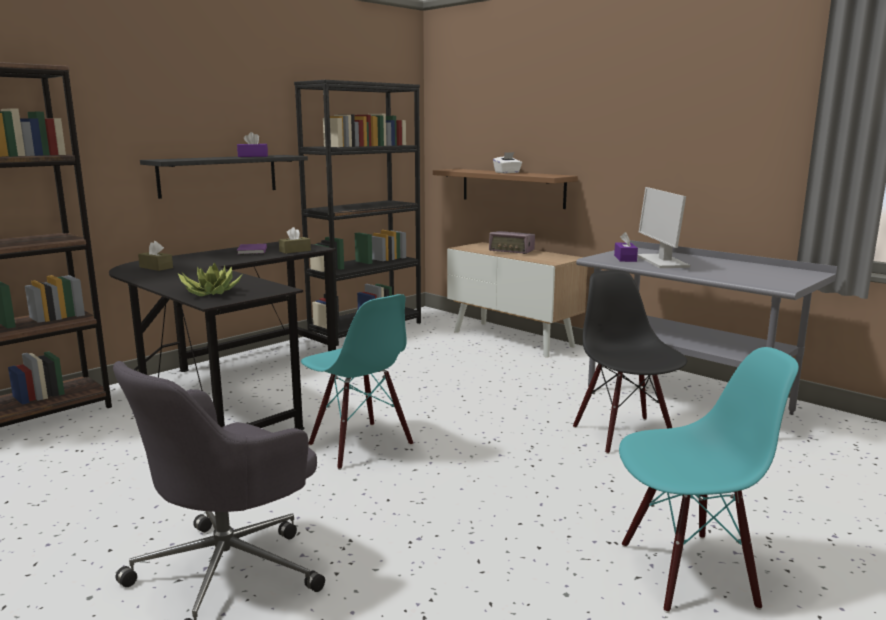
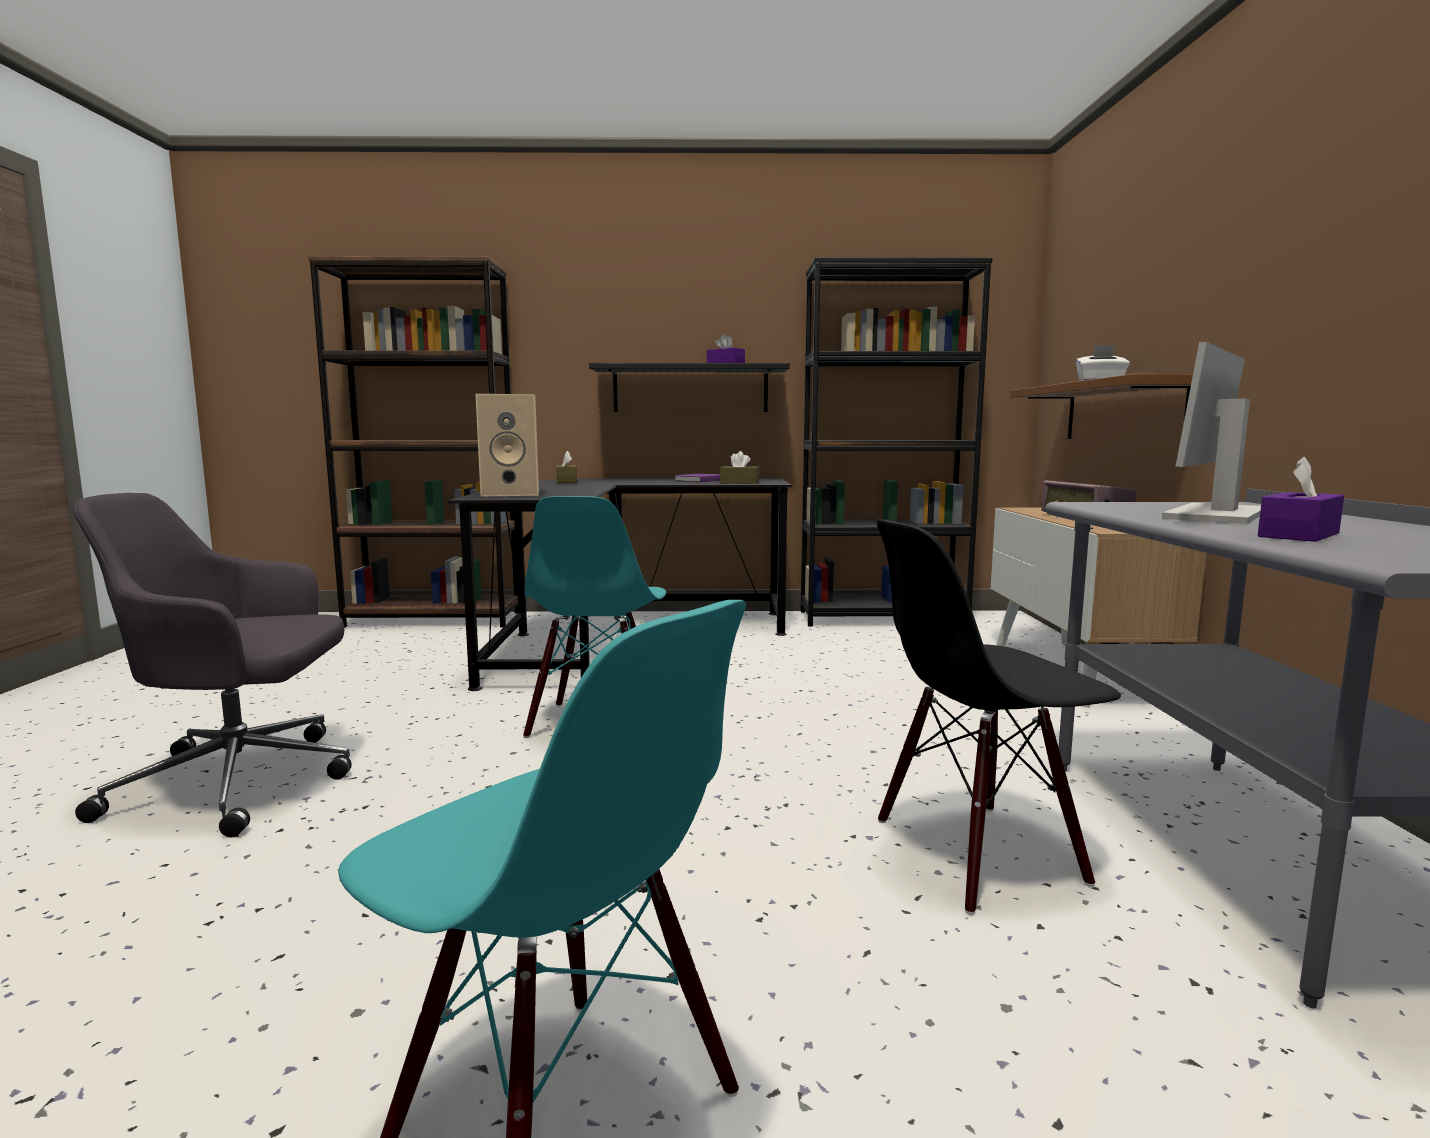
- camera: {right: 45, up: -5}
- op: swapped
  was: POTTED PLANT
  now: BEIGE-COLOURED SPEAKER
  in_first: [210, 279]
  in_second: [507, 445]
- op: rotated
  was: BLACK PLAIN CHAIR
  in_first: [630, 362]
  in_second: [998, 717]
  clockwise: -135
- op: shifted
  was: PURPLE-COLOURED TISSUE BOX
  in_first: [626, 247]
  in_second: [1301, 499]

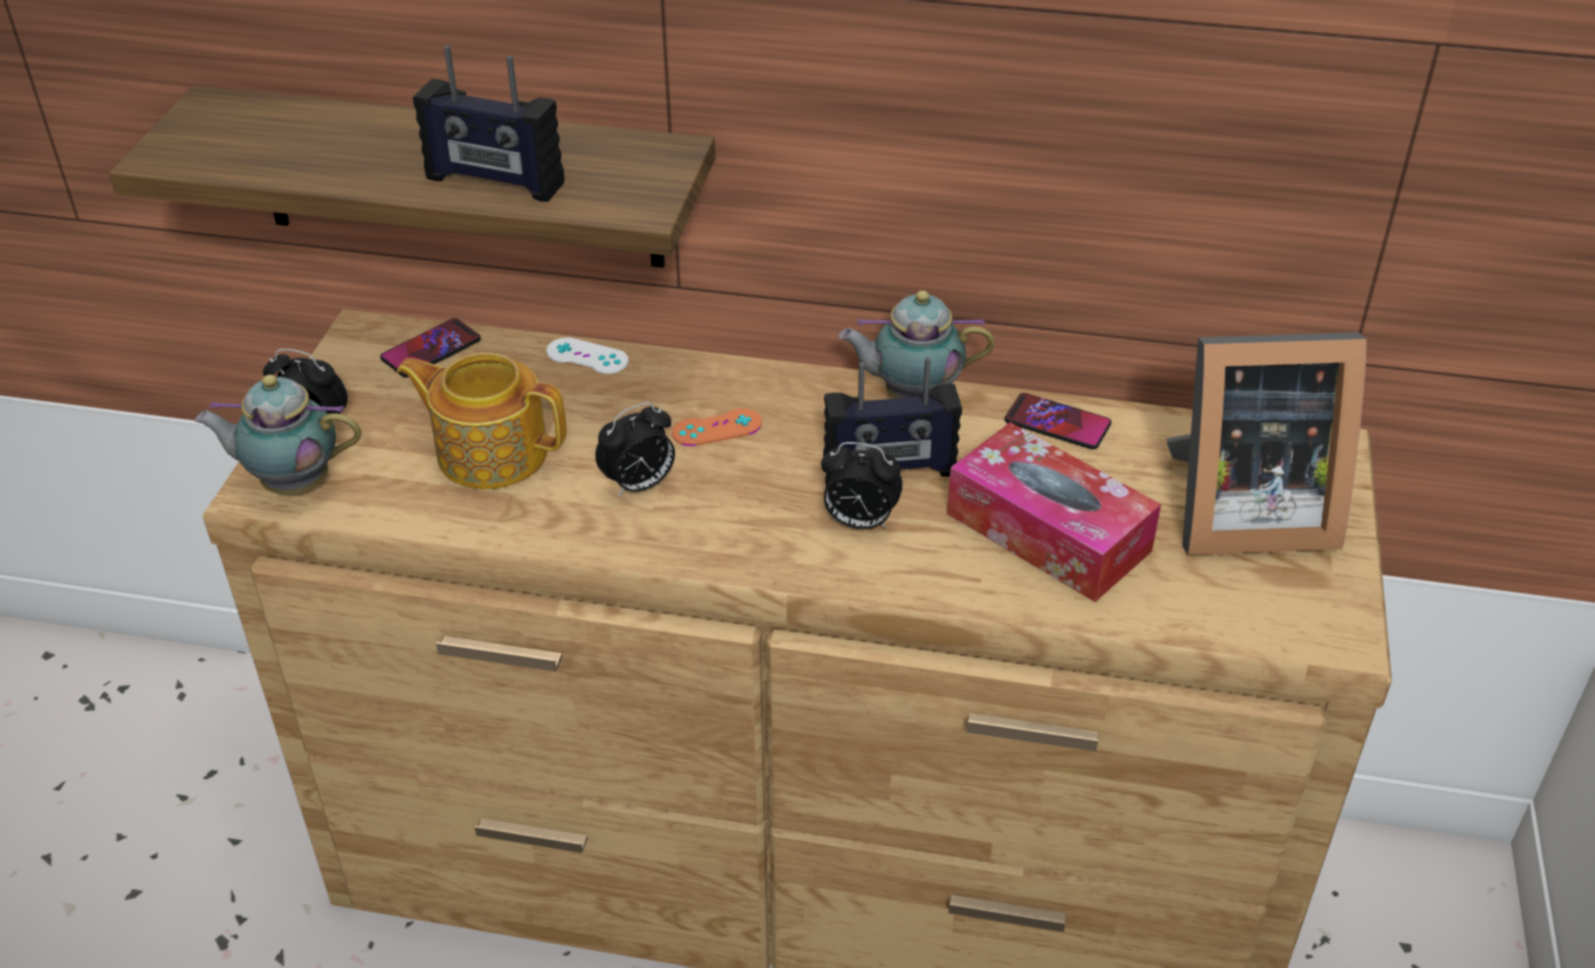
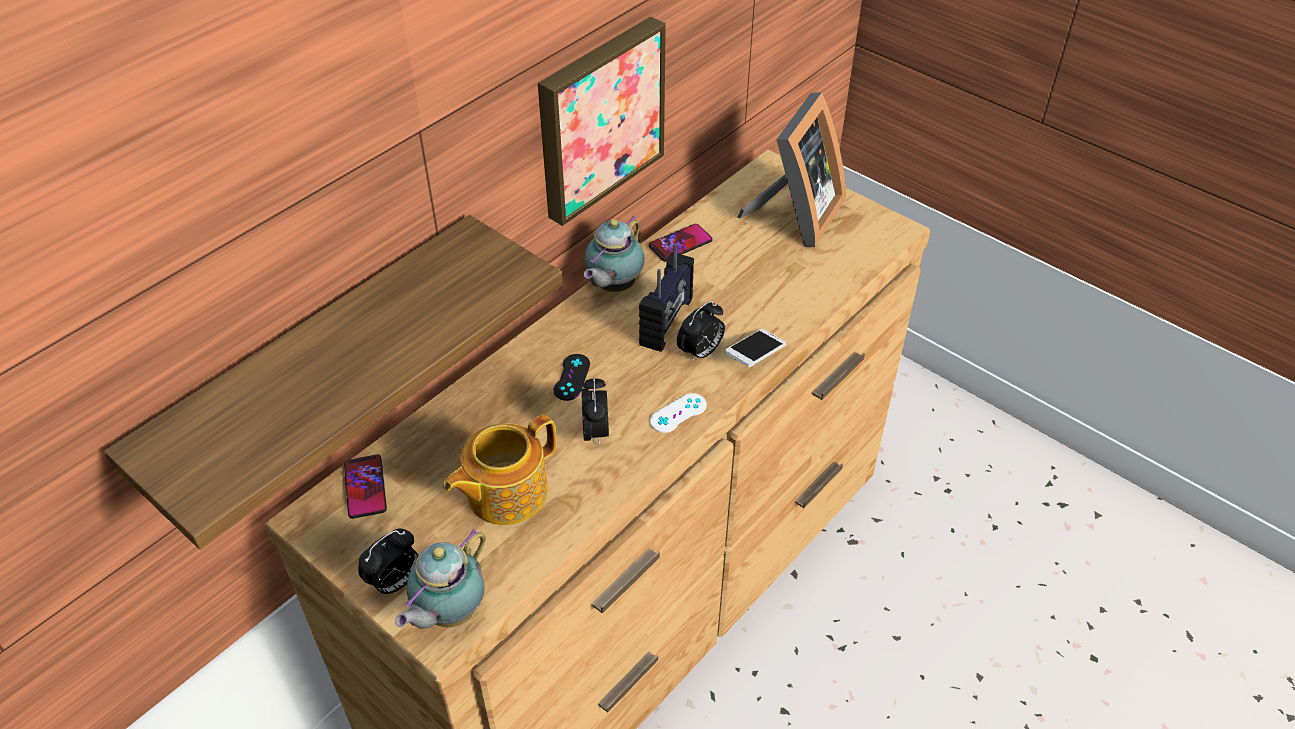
- camera: {right: -60, up: 5}
- op: gone
  was: RADIO SET
  in_first: [488, 123]
- op: shifted
  was: WHITE GAMEPAD
  in_first: [587, 355]
  in_second: [678, 413]
- op: repainted
  was: ORANGEY GAMEPAD
  now: BLACK GAMEPAD
  in_first: [717, 427]
  in_second: [571, 377]
- op: gone
  was: TISSUE BOX
  in_first: [1054, 512]
- op: new
  now: WALL PICTURE
  in_second: [602, 121]
- op: new
  now: HANDSET
  in_second: [755, 348]

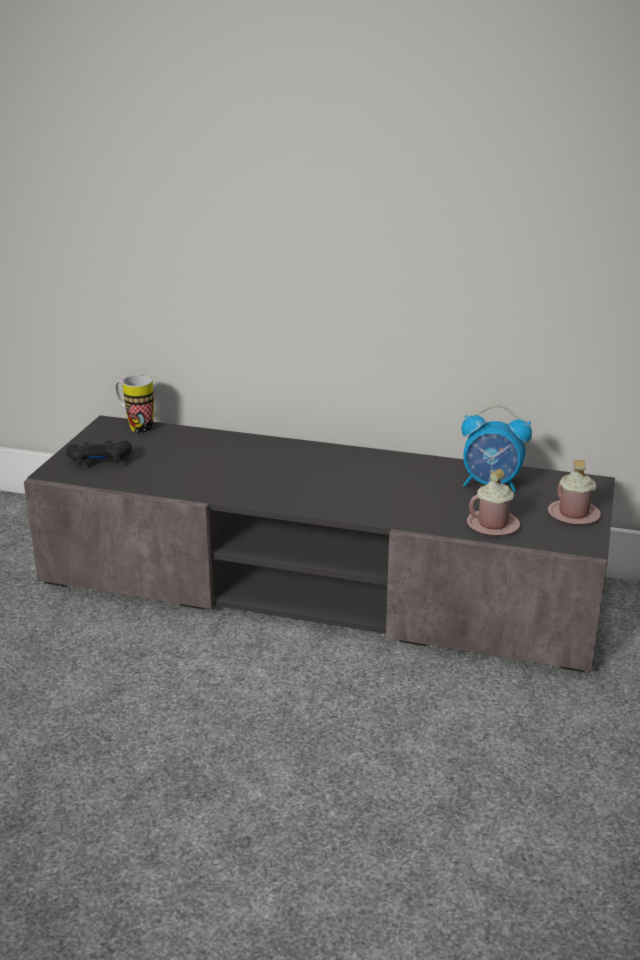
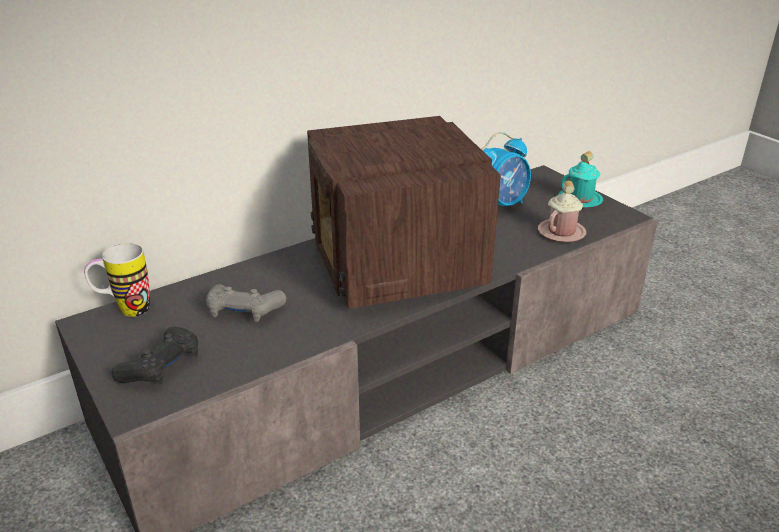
- camera: {right: -50, up: 5}
- op: repainted
  was: PINKISH MUG
  now: TURQUOISE-COLOURED MUG
  in_first: [574, 492]
  in_second: [580, 179]
- op: new
  now: GRAY GAMEPAD
  in_second: [246, 303]
- op: new
  now: RADIO SET
  in_second: [404, 212]

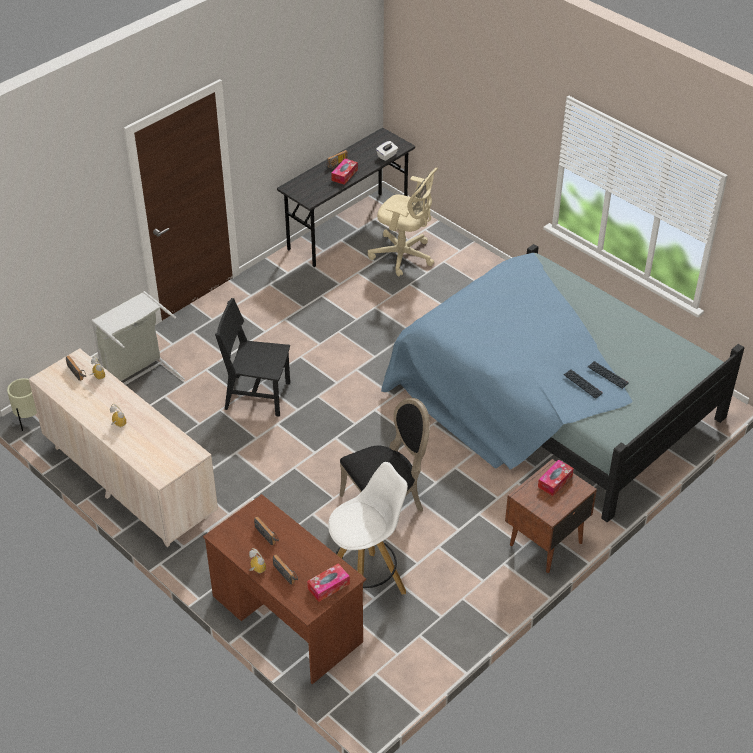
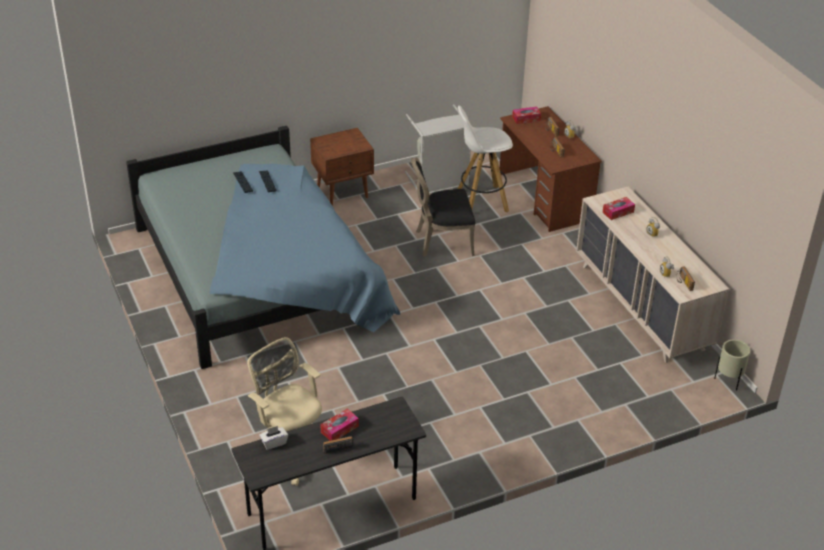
- camera: {right: -160, up: -5}
- op: shifted
  was: GRAY HAMPER
  in_first: [138, 338]
  in_second: [438, 149]
- op: gone
  was: BLACK PLAIN CHAIR
  in_first: [252, 357]
- op: shifted
  was: TISSUE BOX
  in_first: [556, 478]
  in_second: [619, 208]

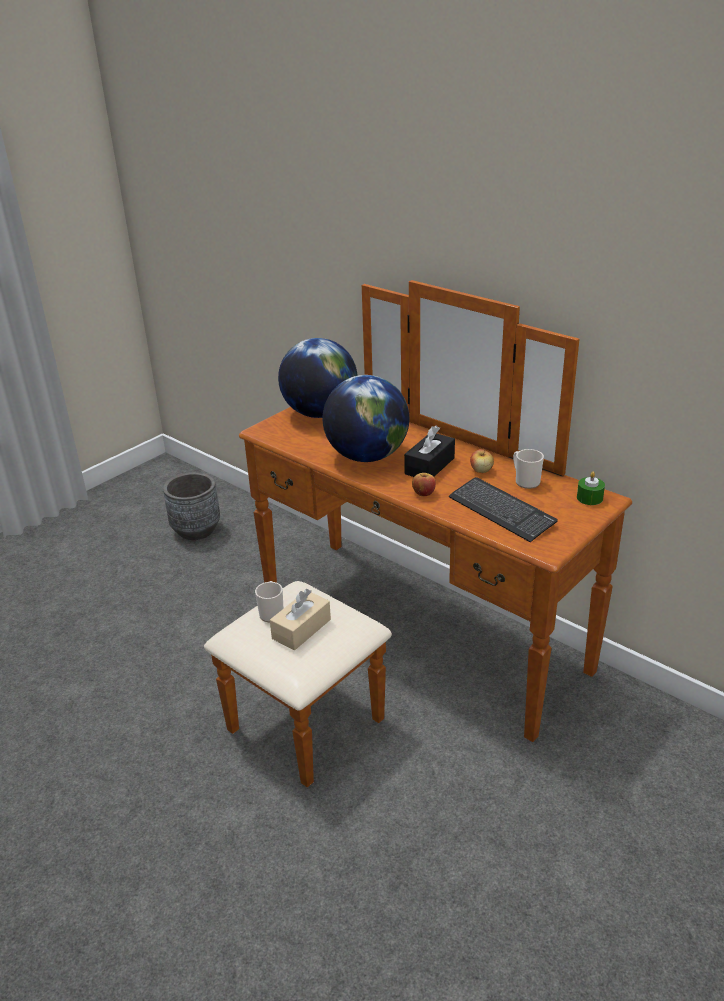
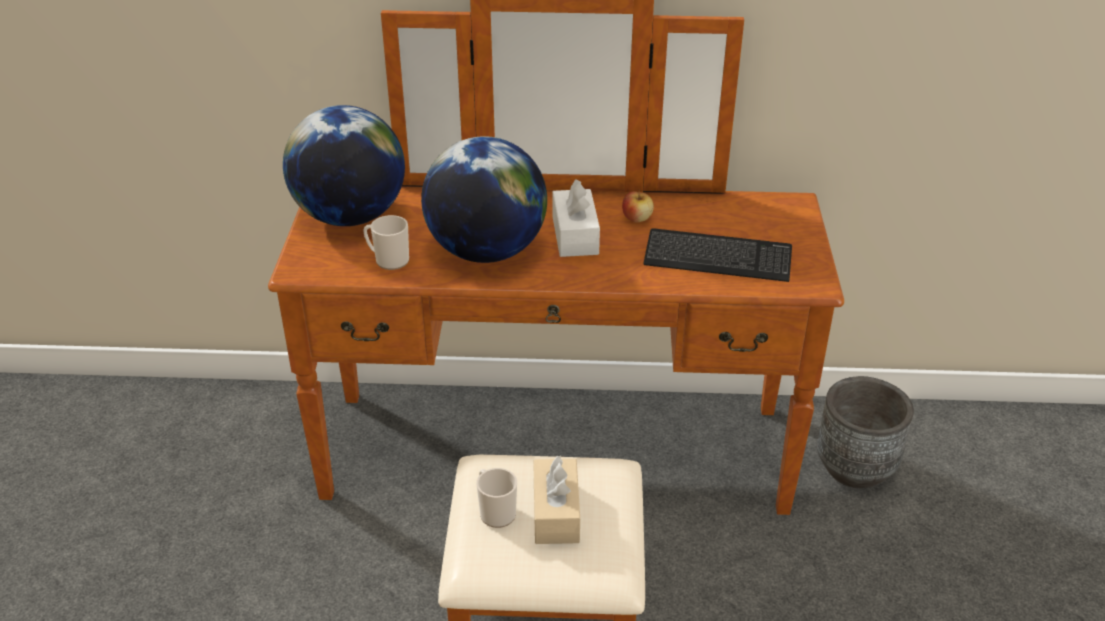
- camera: {right: -40, up: 5}
- op: shifted
  was: GRAY PLANTER
  in_first: [191, 506]
  in_second: [865, 432]
- op: repainted
  was: BLACK TISSUE BOX
  now: WHITE TISSUE BOX
  in_first: [429, 451]
  in_second: [576, 218]
- op: gone
  was: APPLE
  in_first: [424, 484]
- op: shifted
  was: MUG
  in_first: [528, 469]
  in_second: [386, 242]
- op: gone
  was: GREENISH CANDLE
  in_first: [591, 488]

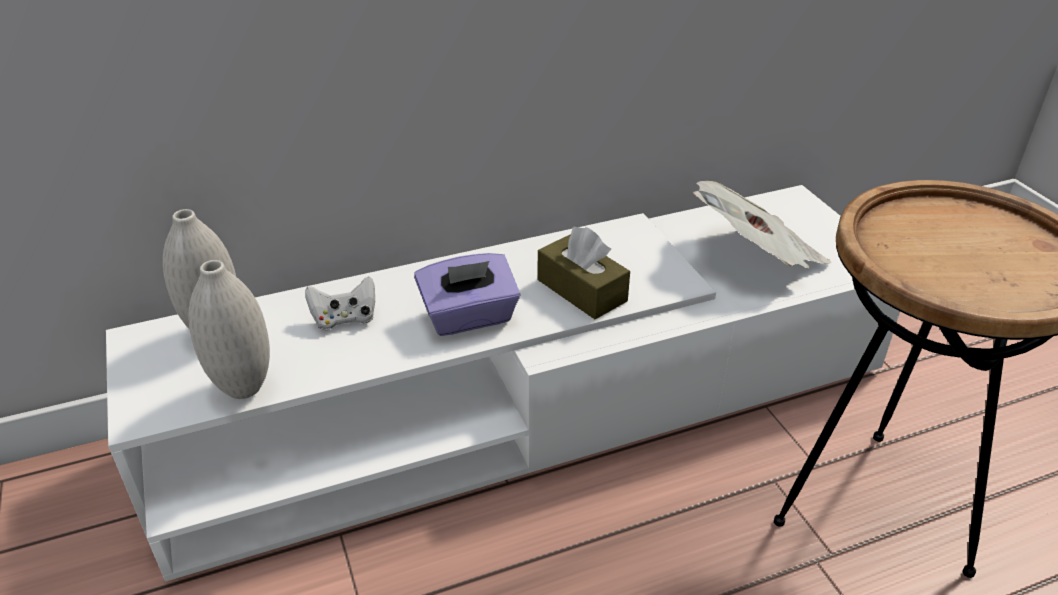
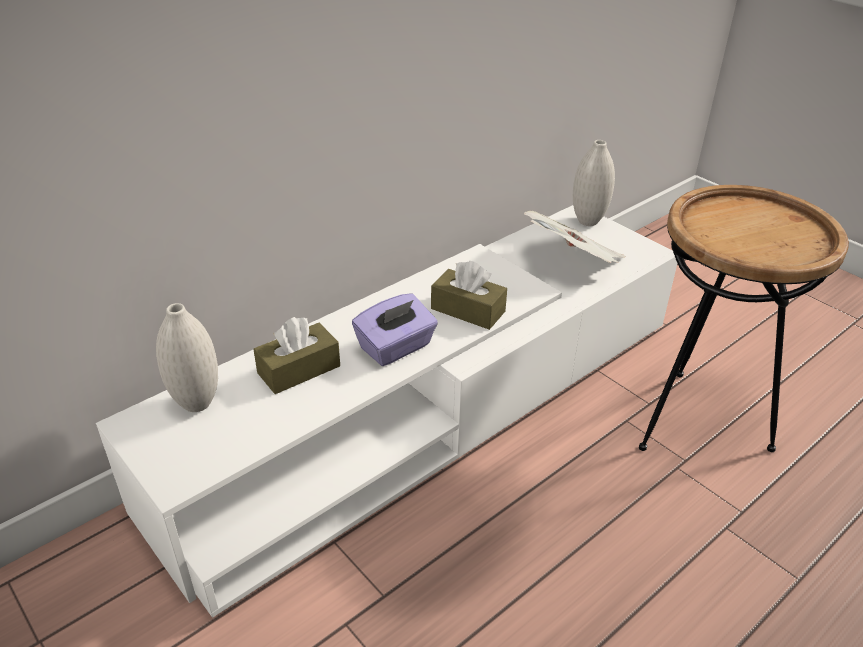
- camera: {right: -20, up: 0}
- op: shifted
  was: WHITE DECORATIVE VASE
  in_first: [229, 329]
  in_second: [594, 183]
- op: swapped
  was: WHITE GAMEPAD
  now: BROWNISH TISSUE BOX
  in_first: [340, 303]
  in_second: [296, 355]

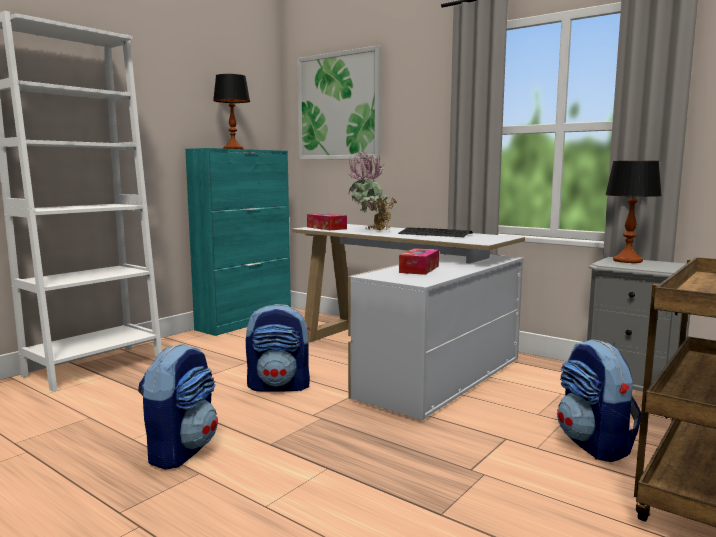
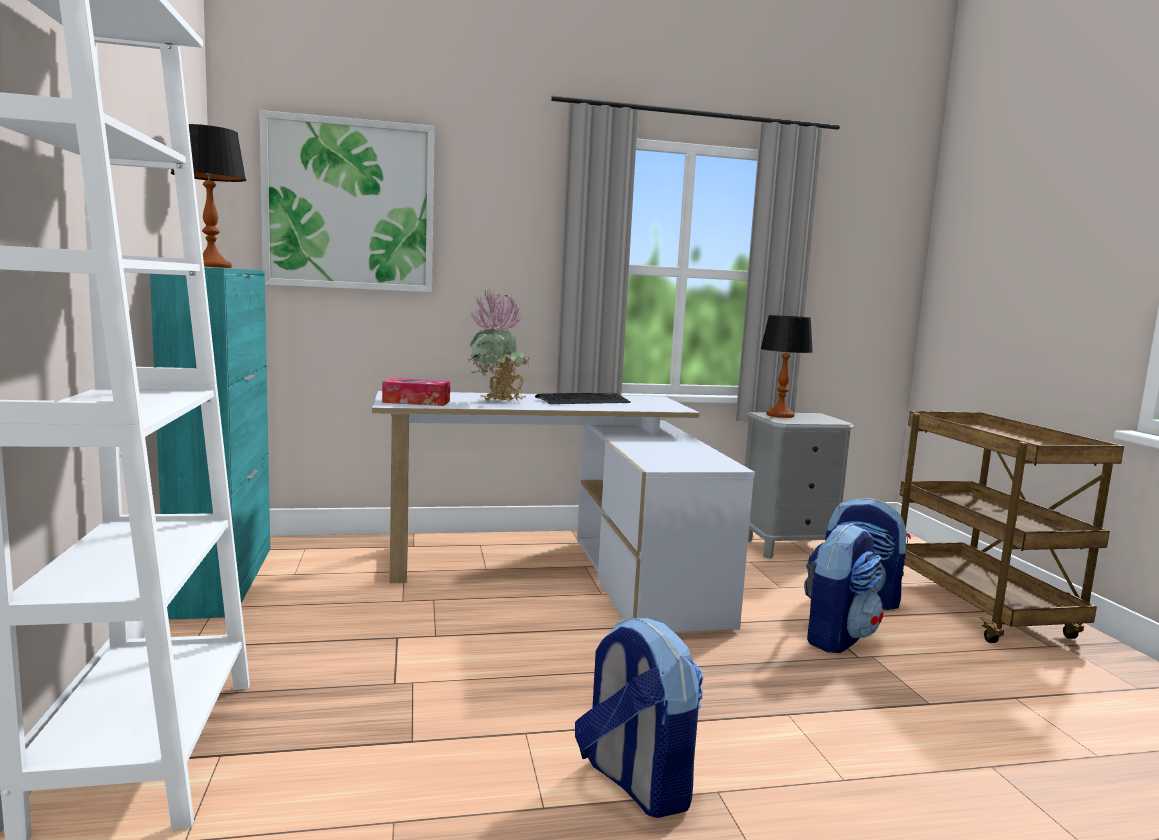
- camera: {right: -50, up: 0}
- op: shifted
  was: KNAPSACK
  in_first: [278, 348]
  in_second: [844, 588]
- op: gone
  was: TISSUE BOX
  in_first: [419, 261]

